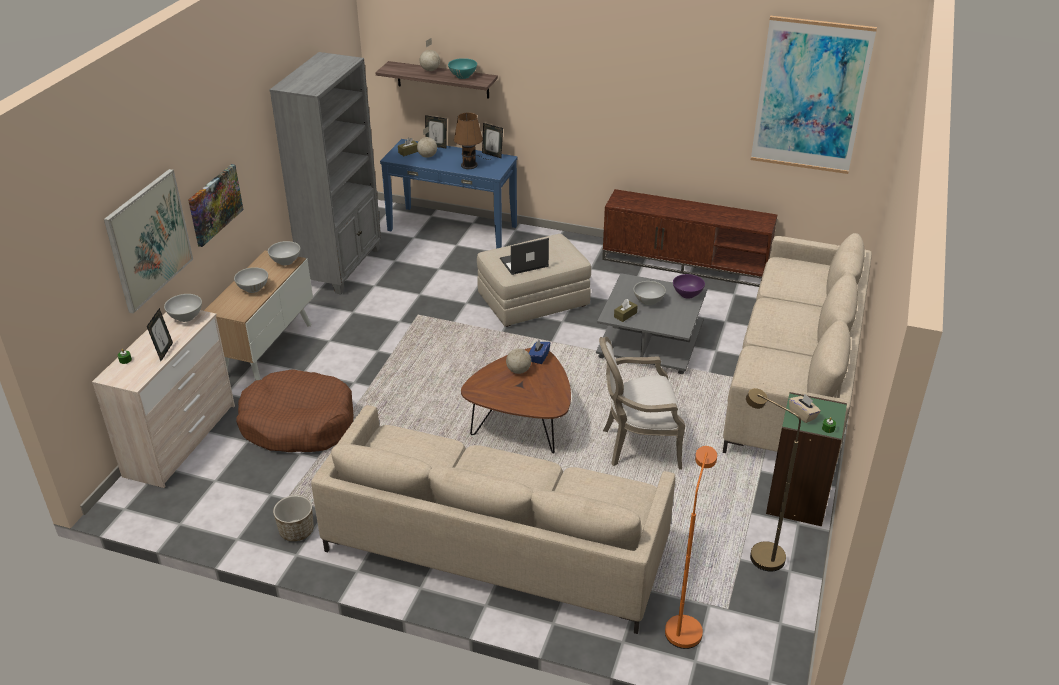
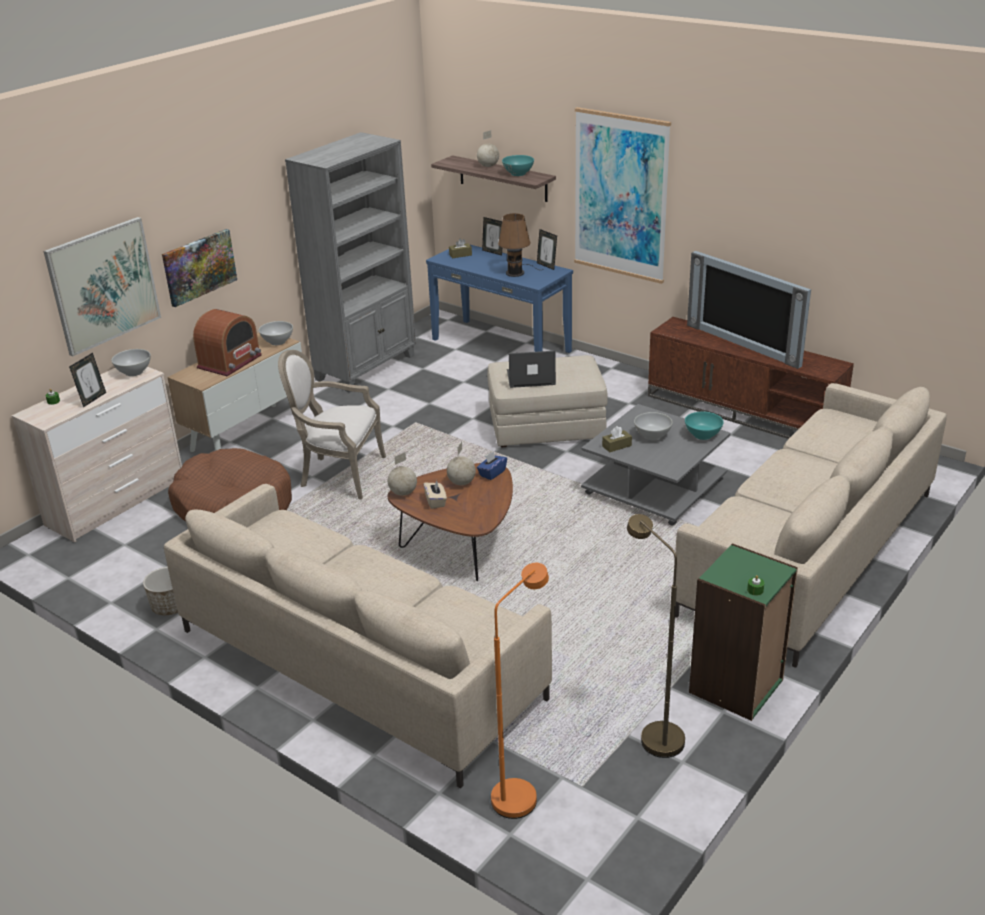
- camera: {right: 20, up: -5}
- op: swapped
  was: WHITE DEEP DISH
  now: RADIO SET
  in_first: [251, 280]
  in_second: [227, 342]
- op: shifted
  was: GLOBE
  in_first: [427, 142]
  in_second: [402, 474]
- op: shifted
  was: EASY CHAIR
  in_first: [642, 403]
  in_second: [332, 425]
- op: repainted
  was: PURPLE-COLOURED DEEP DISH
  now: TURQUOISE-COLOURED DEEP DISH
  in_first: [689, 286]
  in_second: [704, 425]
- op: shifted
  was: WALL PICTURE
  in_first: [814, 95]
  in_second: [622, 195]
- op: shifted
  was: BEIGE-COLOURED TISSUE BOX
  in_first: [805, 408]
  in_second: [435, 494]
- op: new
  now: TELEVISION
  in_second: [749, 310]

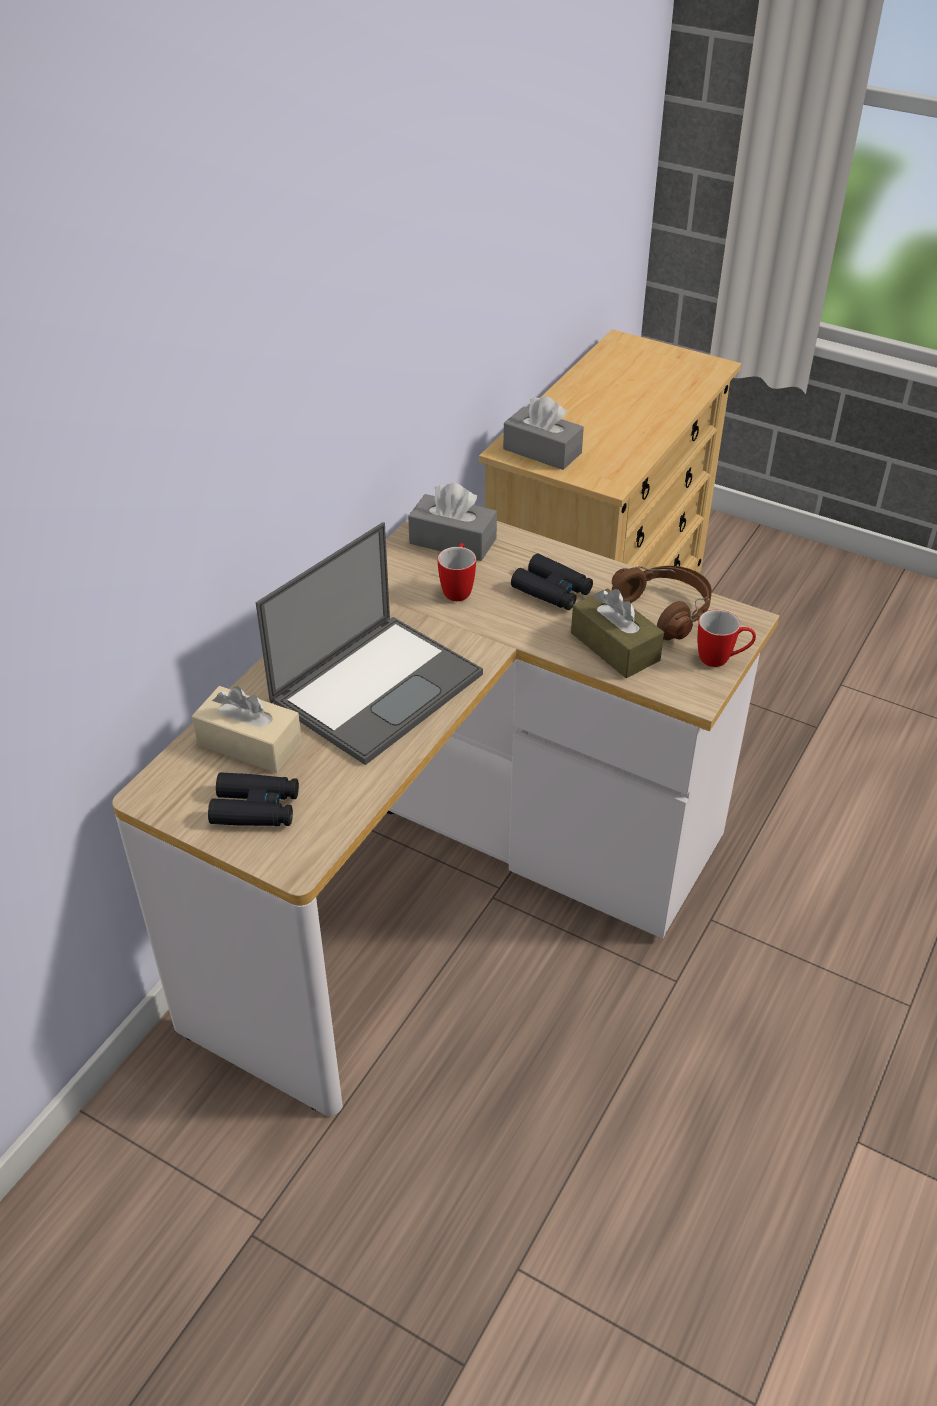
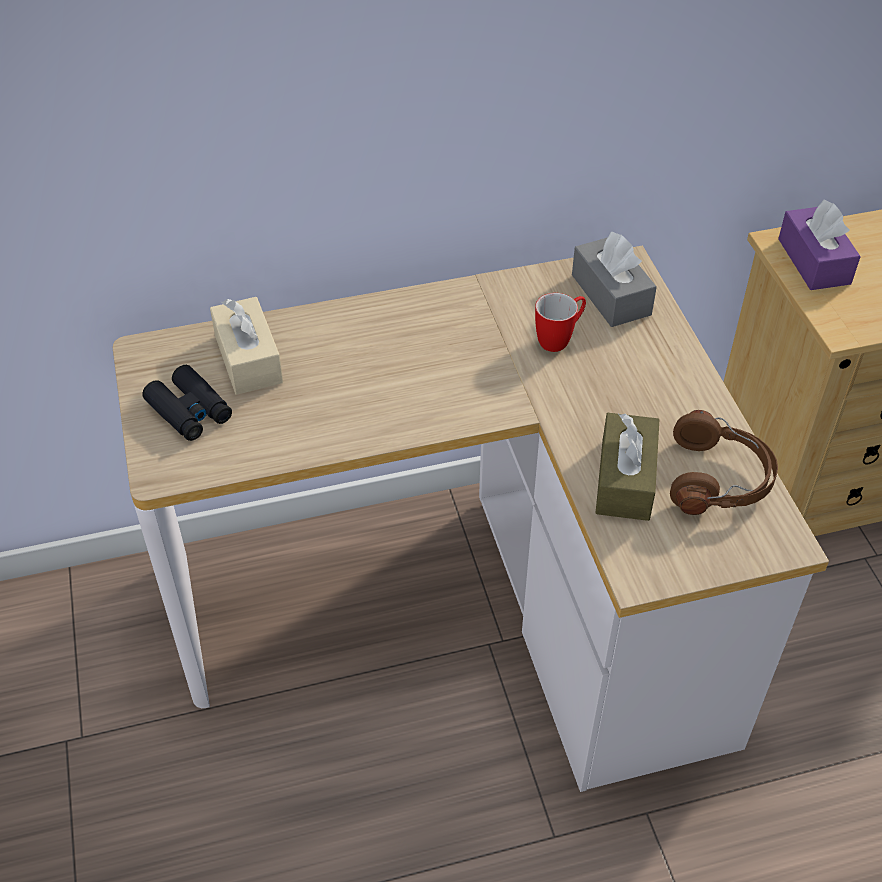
- camera: {right: 45, up: 5}
- op: gone
  was: LAPTOP
  in_first: [369, 643]
- op: repainted
  was: GRAY TISSUE BOX
  now: PURPLE-COLOURED TISSUE BOX
  in_first: [543, 433]
  in_second: [819, 245]
- op: gone
  was: BLACK FIELD GLASSES
  in_first: [552, 582]
- op: gone
  was: MUG
  in_first: [727, 638]

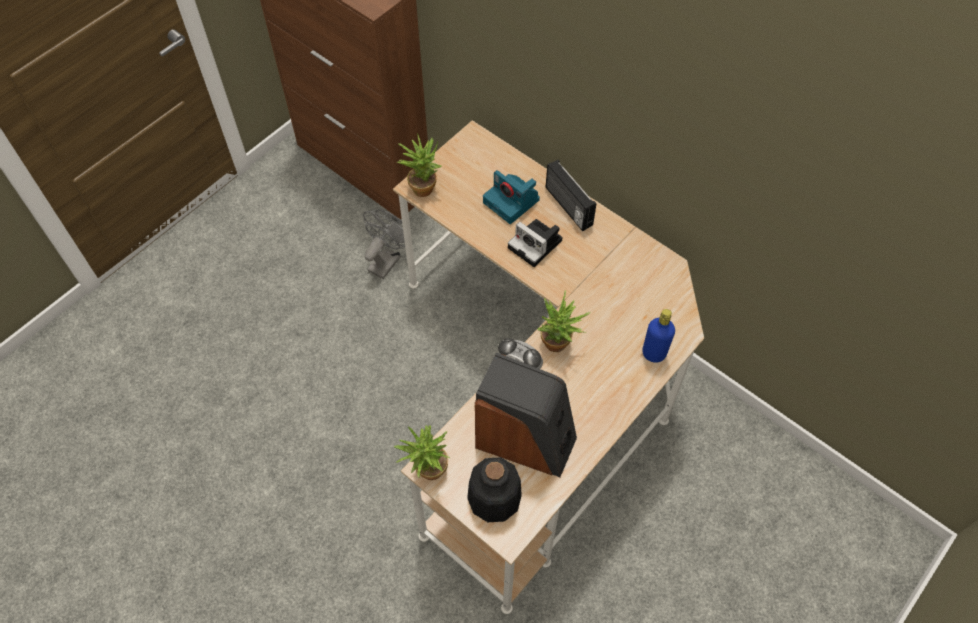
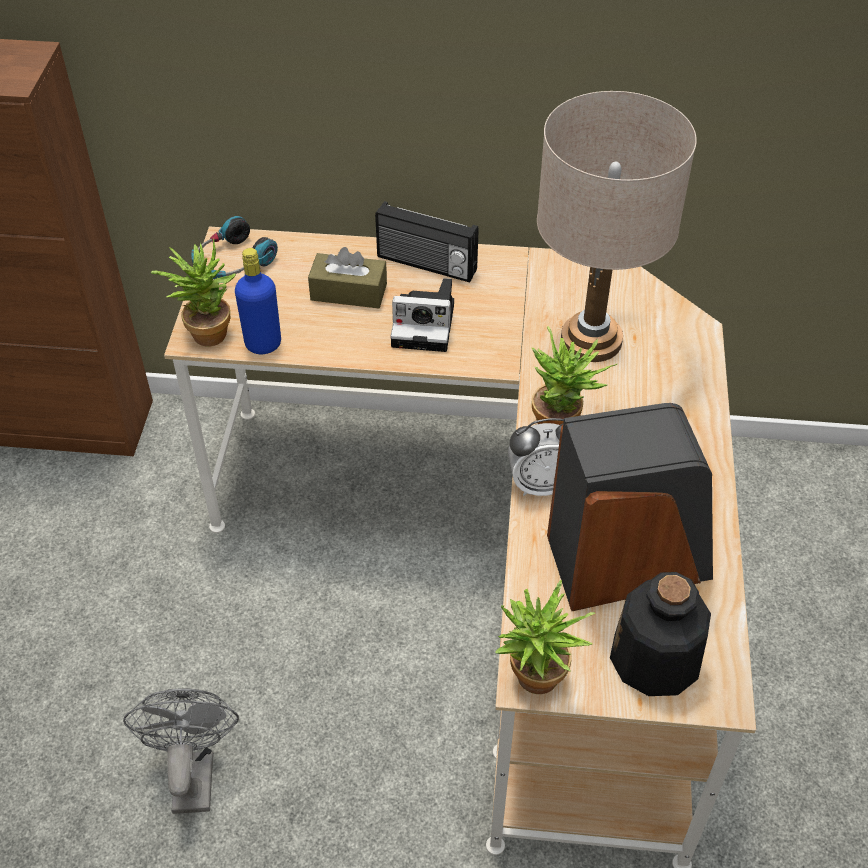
- camera: {right: -35, up: -10}
- op: shifted
  was: GRAY COOLING FAN
  in_first: [388, 244]
  in_second: [181, 751]
- op: swapped
  was: PHOTO CAMERA
  now: BROWNISH TISSUE BOX
  in_first: [511, 197]
  in_second: [347, 277]
- op: shifted
  was: BLUISH BOTTLE
  in_first: [658, 336]
  in_second: [258, 301]
- op: new
  now: HEADSET
  in_second: [234, 247]
- op: new
  now: BEIGE-COLOURED LAMP FOR A TABLE
  in_second: [617, 226]

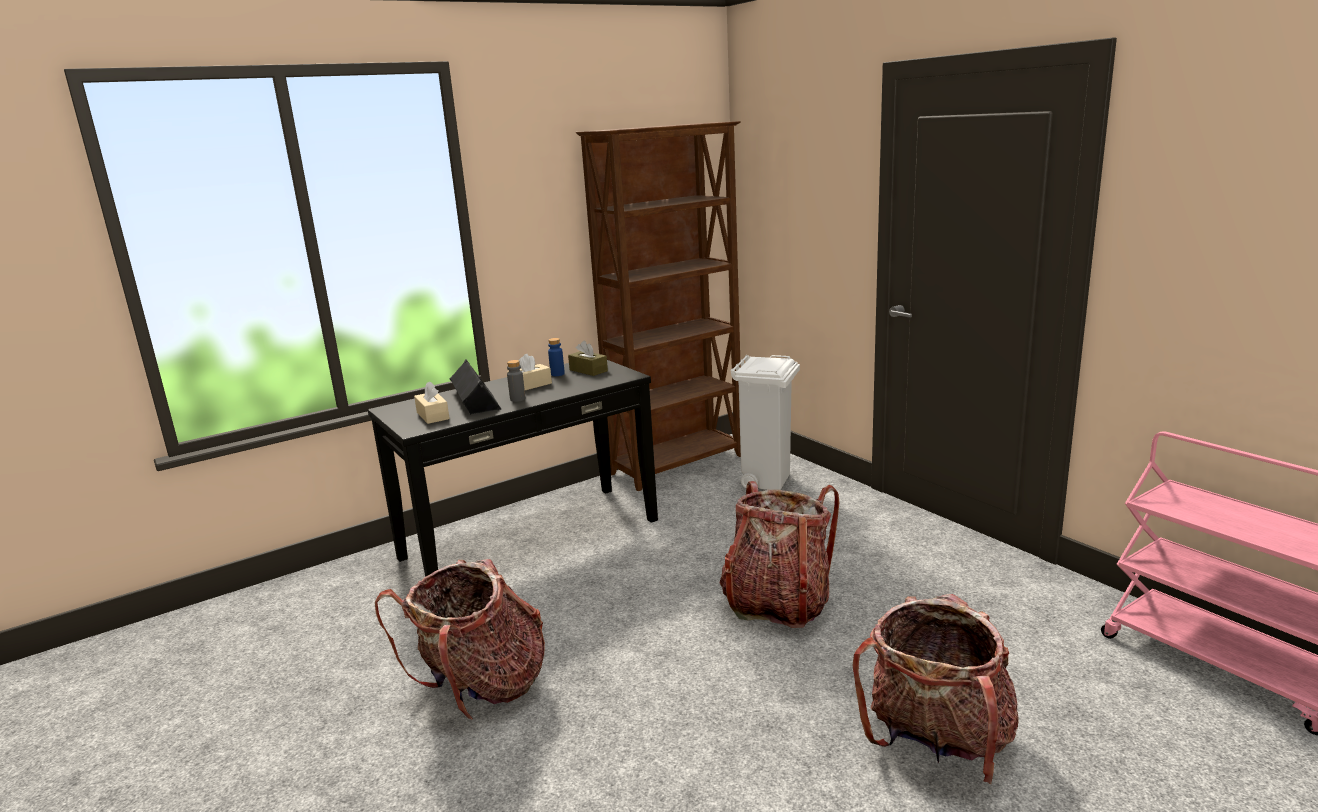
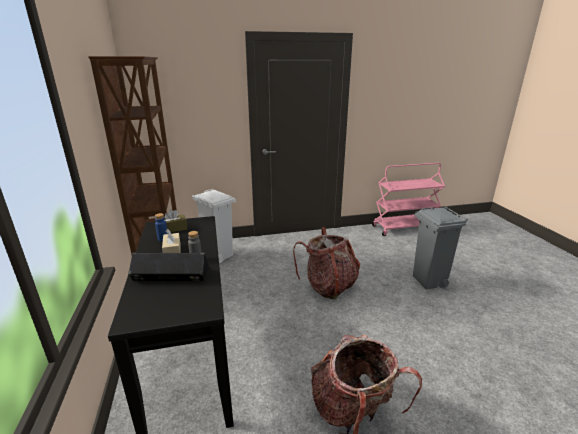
- camera: {right: -70, up: 5}
- op: gone
  was: BEIGE-COLOURED TISSUE BOX
  in_first: [432, 402]
- op: swapped
  was: KNAPSACK
  now: GRAY WASTE BIN
  in_first: [935, 689]
  in_second: [440, 247]

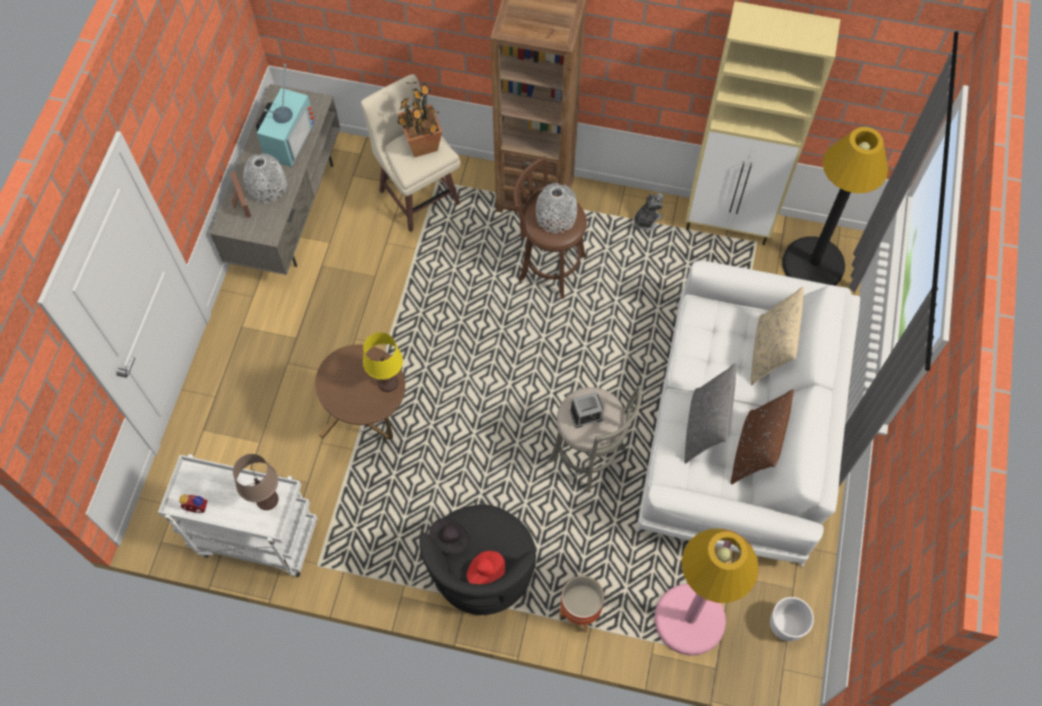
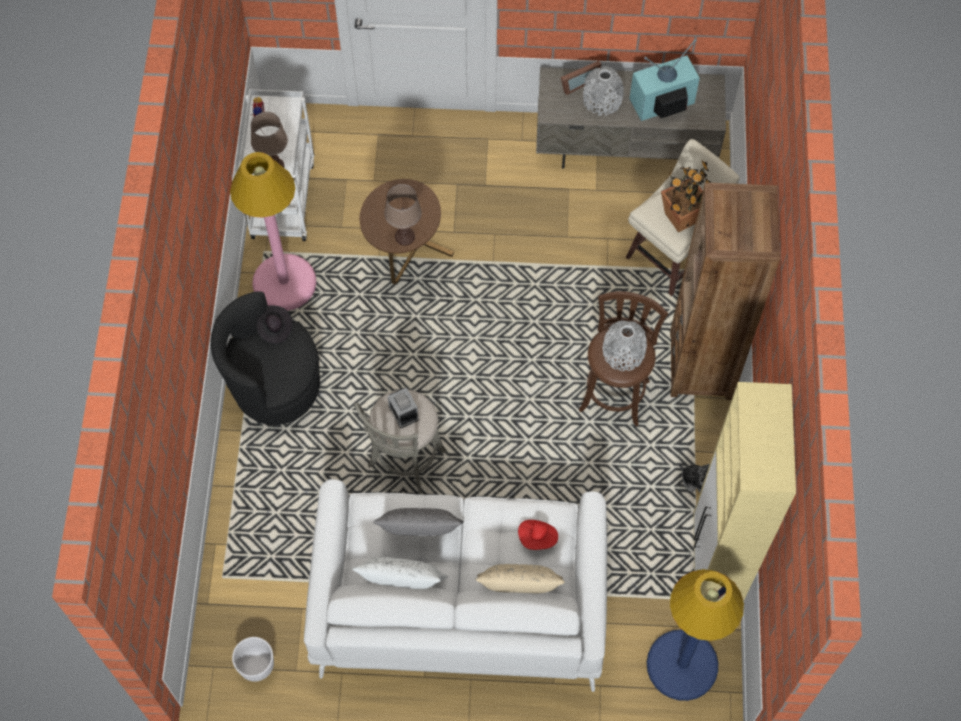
- camera: {right: 80, up: 0}
- op: rotated
  was: TELEVISION
  in_first: [285, 115]
  in_second: [664, 80]
  clockwise: 150
- op: repainted
  was: YELLOW LAMP FOR A TABLE
  now: BROWNISH LAMP FOR A TABLE
  in_first: [383, 362]
  in_second: [403, 215]
- op: shifted
  was: RED-COLOURED HAT
  in_first: [486, 567]
  in_second: [538, 535]
- op: gone
  was: PLANTER
  in_first: [581, 604]
- op: shifted
  was: PINKISH FLOOR LAMP
  in_first: [706, 592]
  in_second: [273, 231]
- op: repainted
  was: BROWNISH PILLOW
  now: WHITE PILLOW
  in_first: [762, 436]
  in_second: [400, 573]
- op: repainted
  was: BLACK FLOOR LAMP
  now: BLUISH FLOOR LAMP
  in_first: [835, 206]
  in_second: [695, 635]

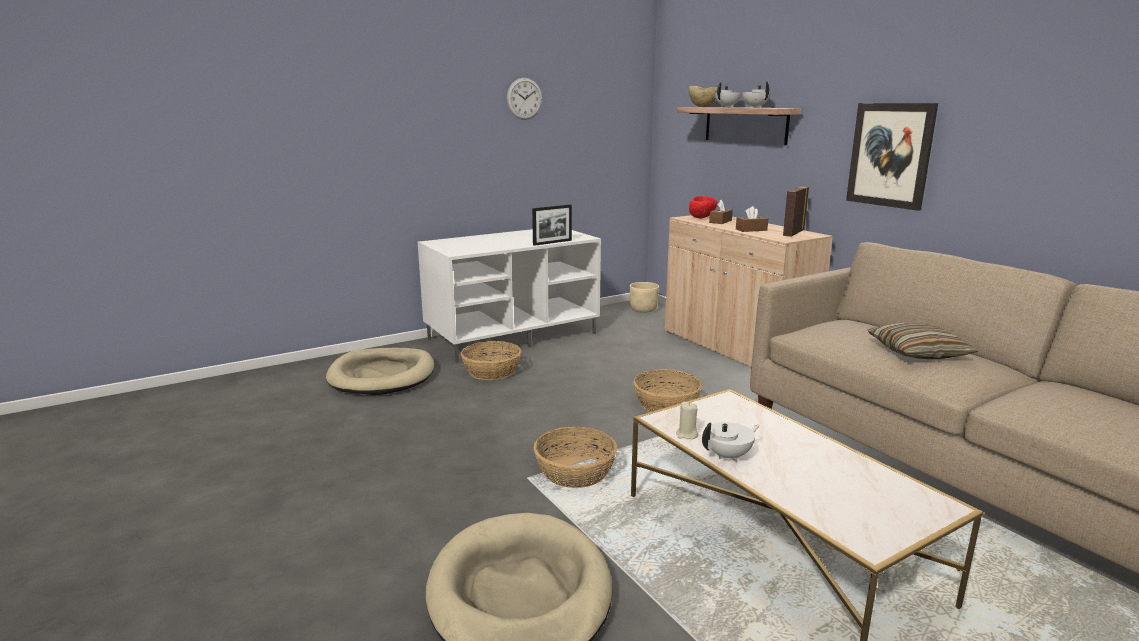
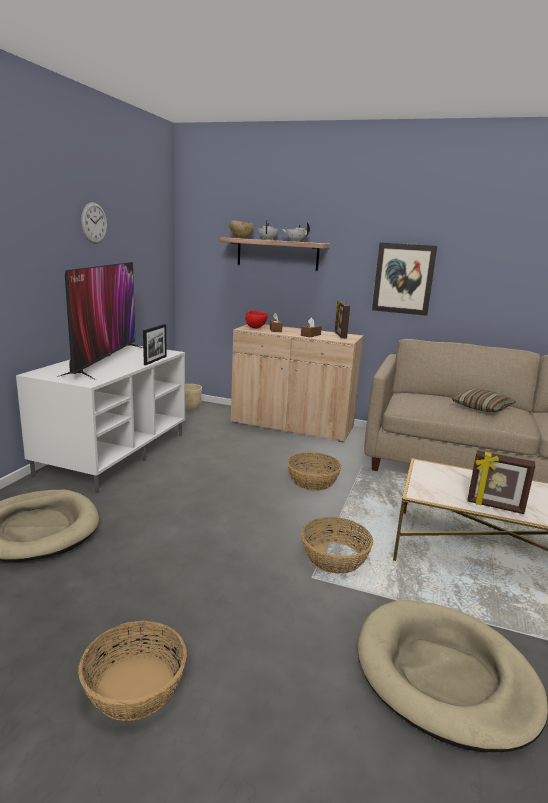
- camera: {right: -40, up: 0}
- op: shifted
  was: BASKET
  in_first: [491, 360]
  in_second: [132, 671]
- op: gone
  was: BEIGE-COLOURED CANDLE
  in_first: [687, 420]
- op: swapped
  was: WHITE TEAPOT
  now: PHOTO FRAME
  in_first: [731, 442]
  in_second: [501, 482]
- op: new
  now: TELEVISION
  in_second: [100, 321]

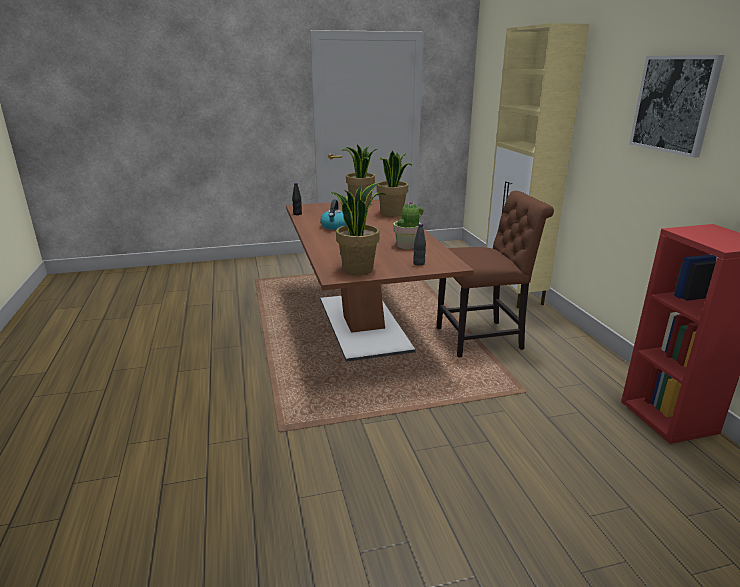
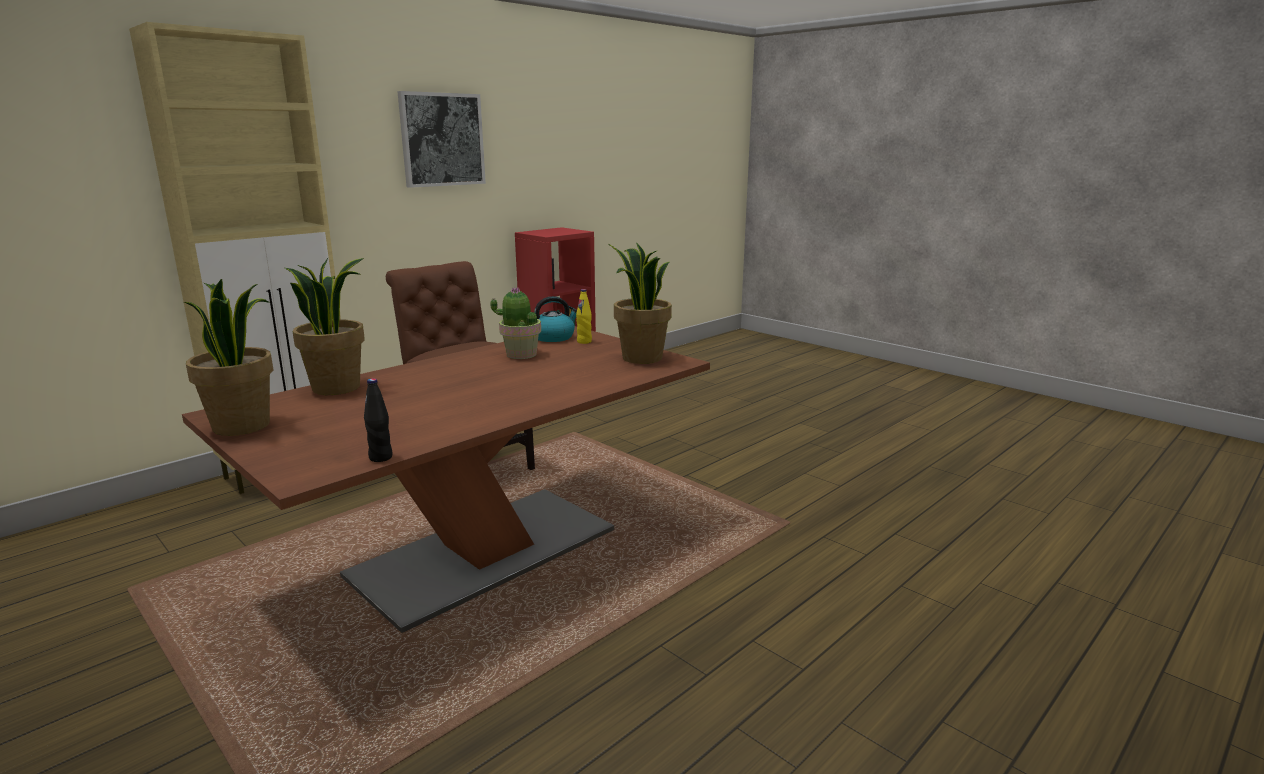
- camera: {right: -120, up: -5}
- op: shifted
  was: KETTLE
  in_first: [333, 215]
  in_second: [555, 319]
- op: repainted
  was: BLACK BOTTLE
  now: YELLOW BOTTLE
  in_first: [419, 244]
  in_second: [584, 316]

